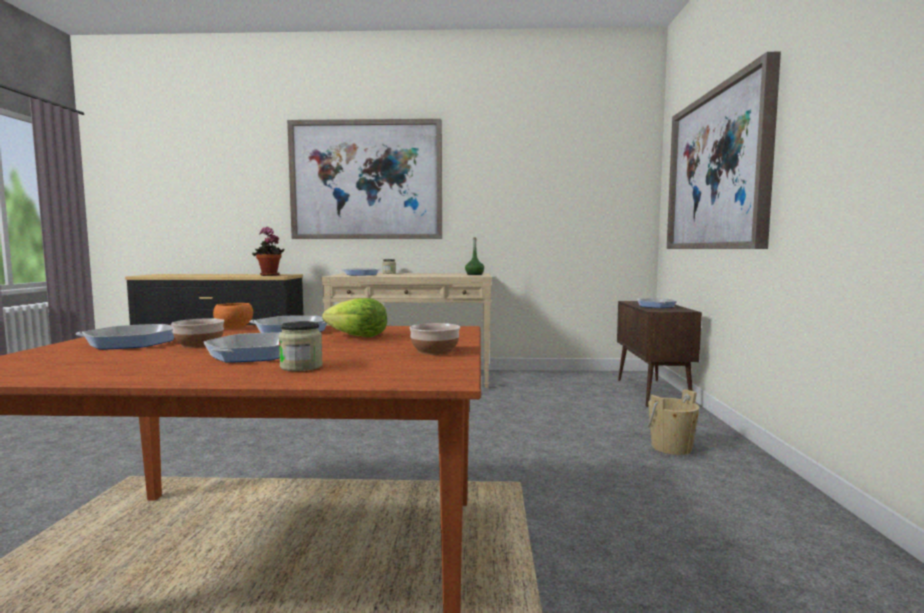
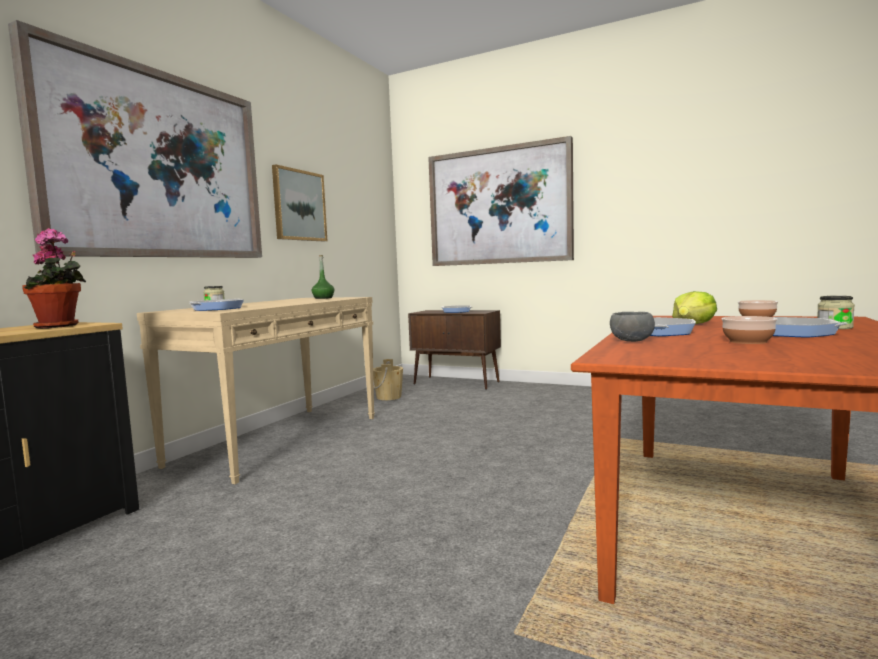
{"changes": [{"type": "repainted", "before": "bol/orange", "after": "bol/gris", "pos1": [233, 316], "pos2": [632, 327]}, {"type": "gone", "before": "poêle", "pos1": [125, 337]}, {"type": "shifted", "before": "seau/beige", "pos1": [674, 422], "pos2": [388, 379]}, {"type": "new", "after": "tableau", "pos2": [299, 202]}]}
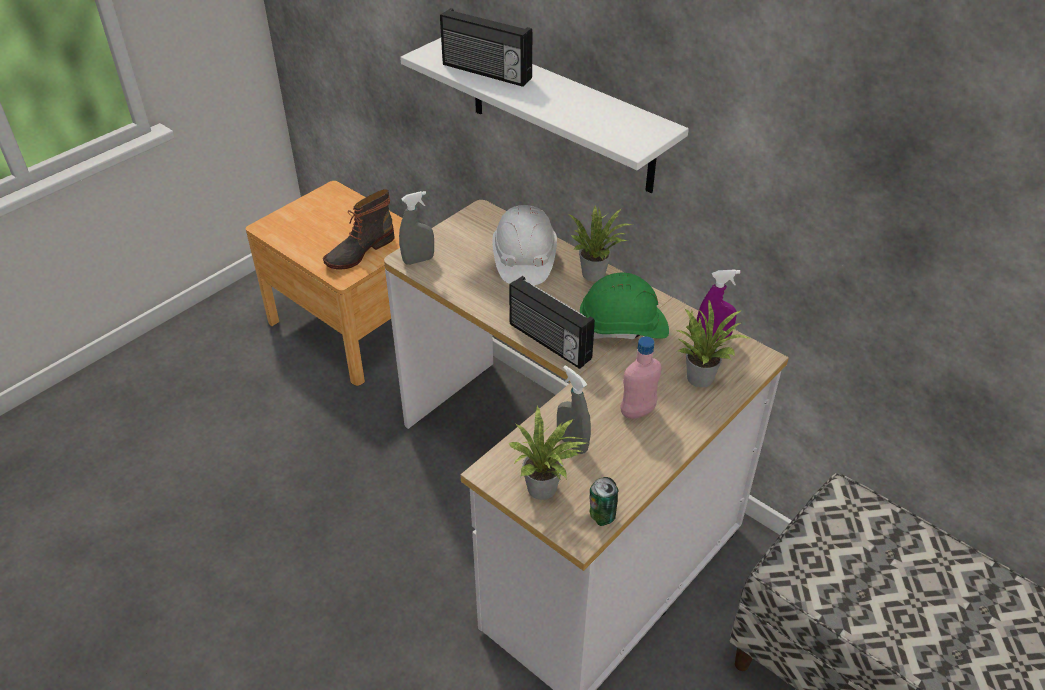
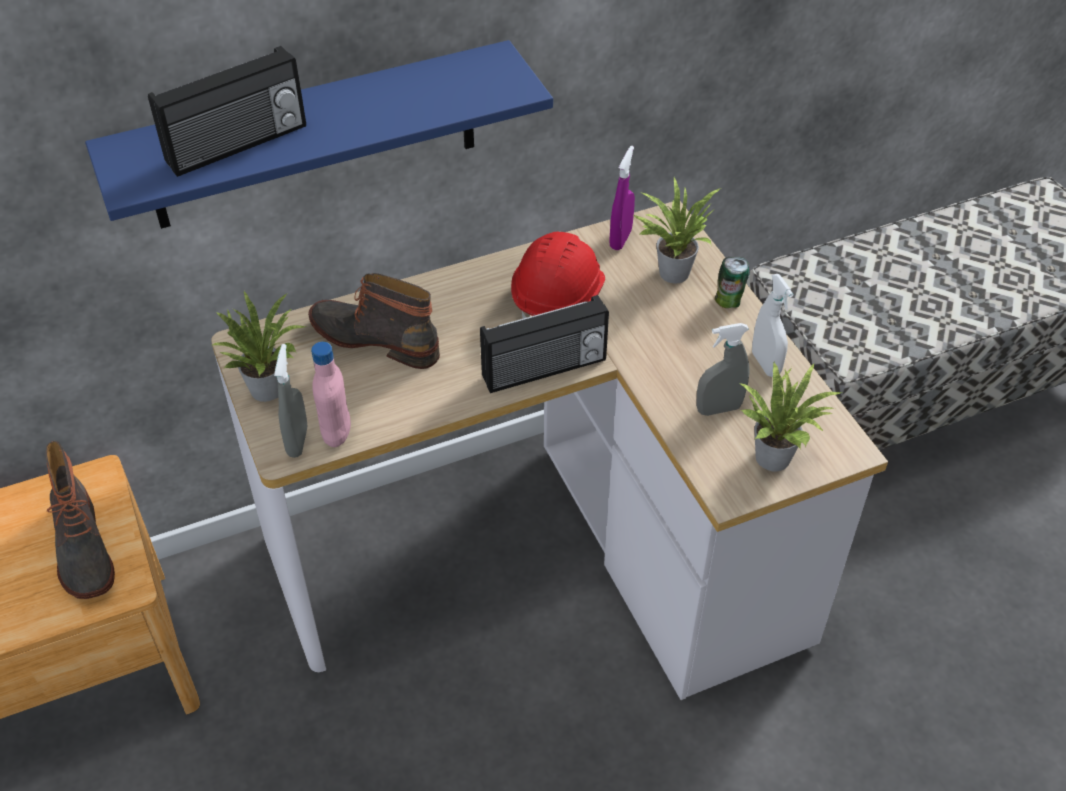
{"changes": [{"type": "repainted", "before": "étagère/blanc", "after": "étagère/bleu", "pos1": [544, 115], "pos2": [319, 134]}, {"type": "swapped", "before": "casque de chantier/blanc", "after": "botte", "pos1": [524, 245], "pos2": [374, 321]}, {"type": "shifted", "before": "plante en pot", "pos1": [600, 244], "pos2": [259, 347]}, {"type": "repainted", "before": "casque de chantier/vert", "after": "casque de chantier/rouge", "pos1": [624, 306], "pos2": [558, 275]}, {"type": "shifted", "before": "bouteille/rose", "pos1": [641, 377], "pos2": [331, 394]}, {"type": "shifted", "before": "boîte métallique", "pos1": [604, 501], "pos2": [732, 282]}, {"type": "new", "after": "vaporisateur/blanc", "pos2": [772, 325]}]}
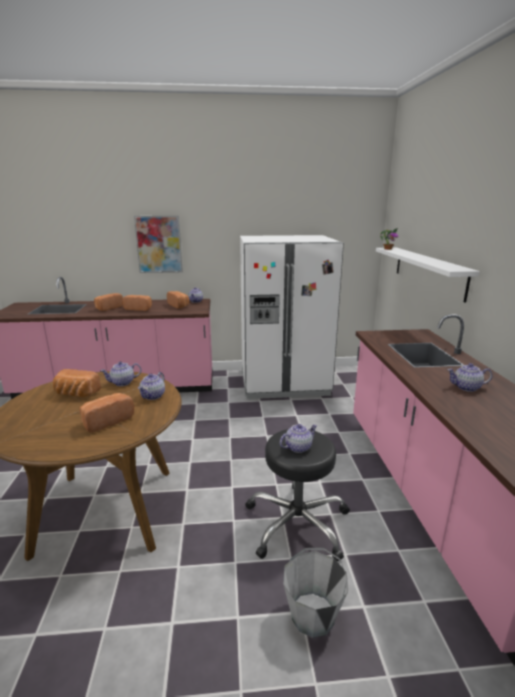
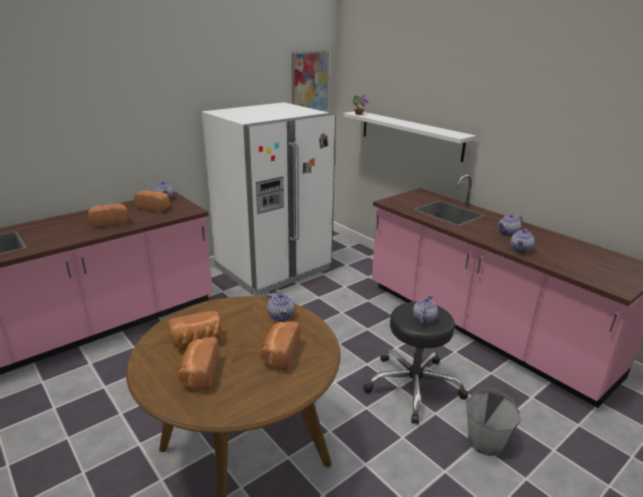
{"changes": [{"type": "shifted", "before": "tableau", "pos1": [158, 244], "pos2": [310, 81]}, {"type": "shifted", "before": "pain", "pos1": [108, 302], "pos2": [198, 364]}, {"type": "shifted", "before": "théière", "pos1": [121, 374], "pos2": [522, 241]}]}
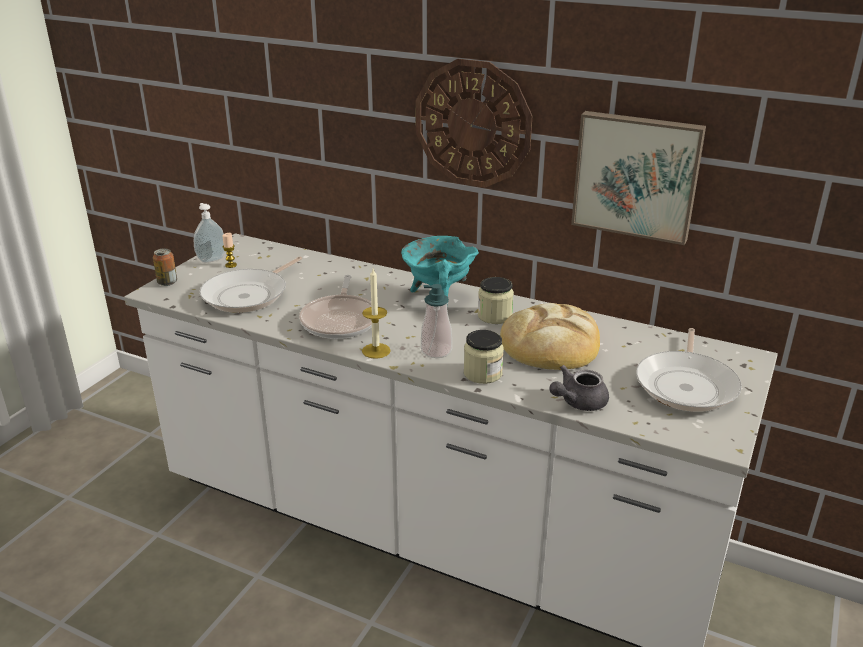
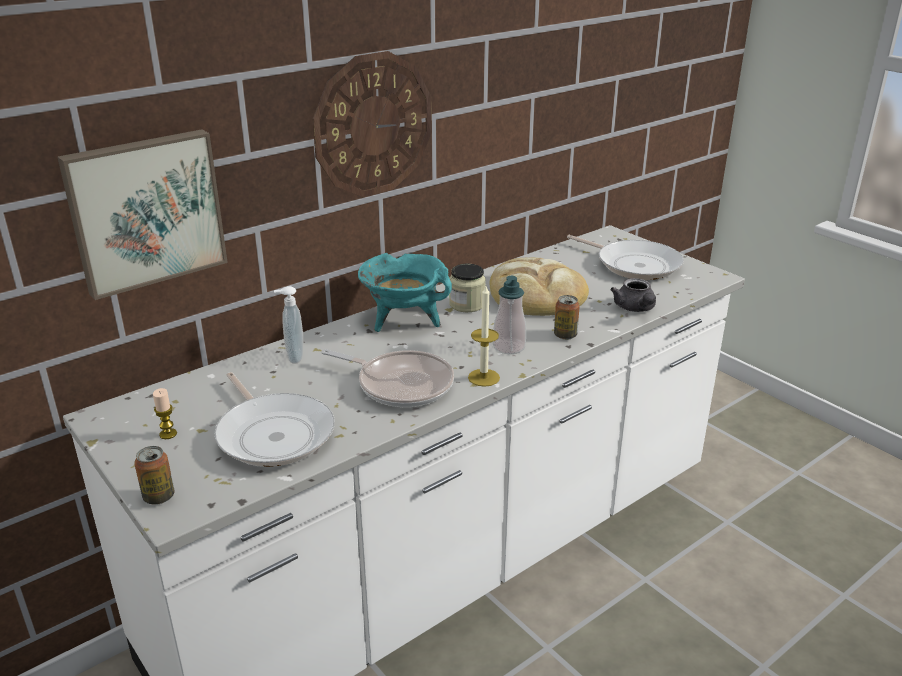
{"changes": [{"type": "shifted", "before": "tableau", "pos1": [638, 178], "pos2": [142, 214]}, {"type": "shifted", "before": "distributeur de savon", "pos1": [210, 233], "pos2": [288, 325]}, {"type": "swapped", "before": "bocal", "after": "boîte métallique", "pos1": [484, 357], "pos2": [567, 317]}]}
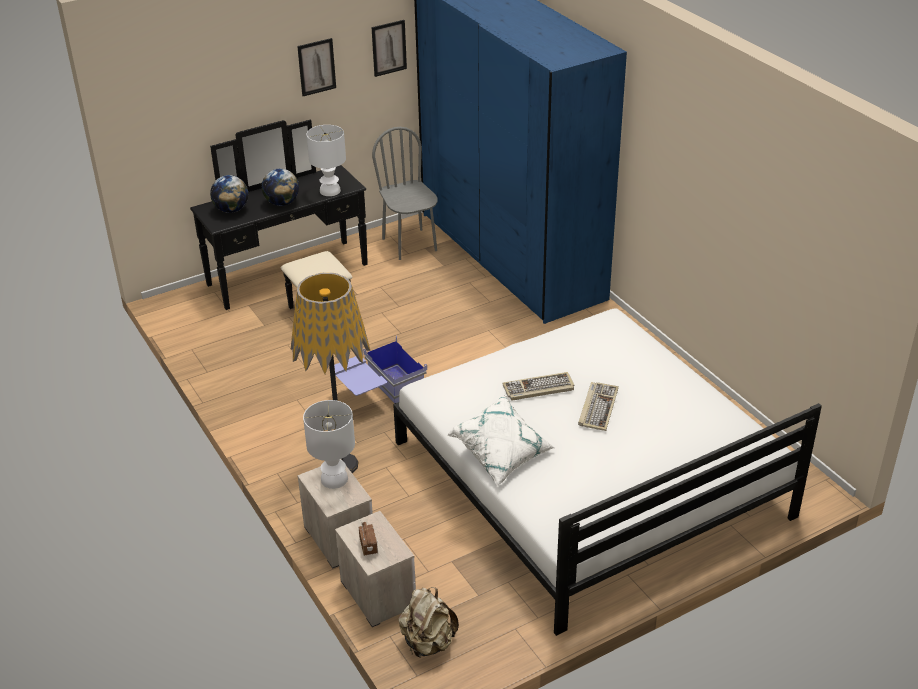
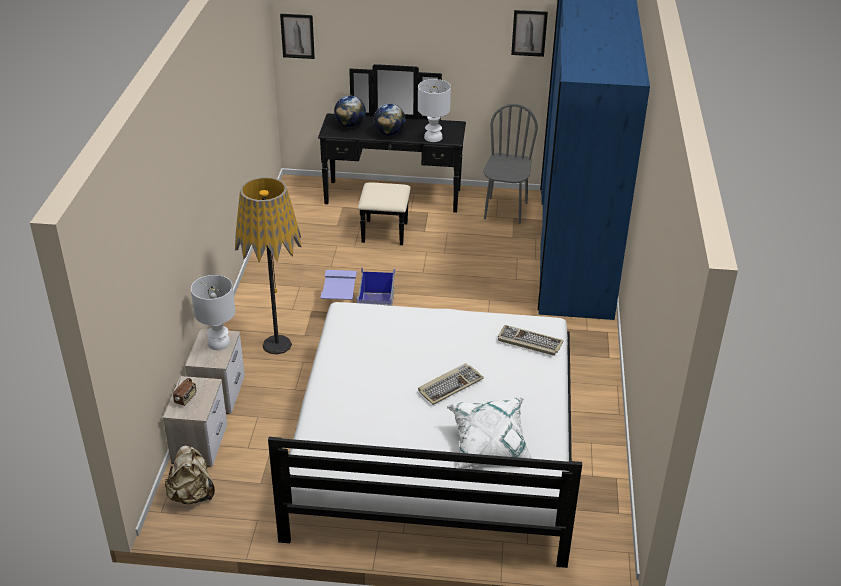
{"changes": [{"type": "shifted", "before": "tableau", "pos1": [316, 67], "pos2": [297, 36]}, {"type": "shifted", "before": "clavier", "pos1": [538, 386], "pos2": [531, 340]}, {"type": "shifted", "before": "coussin/blanc", "pos1": [500, 441], "pos2": [489, 433]}]}
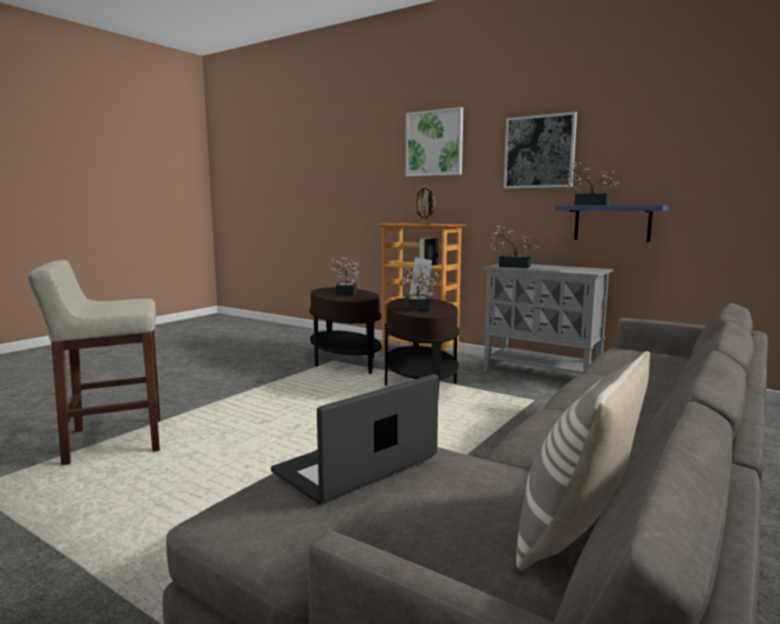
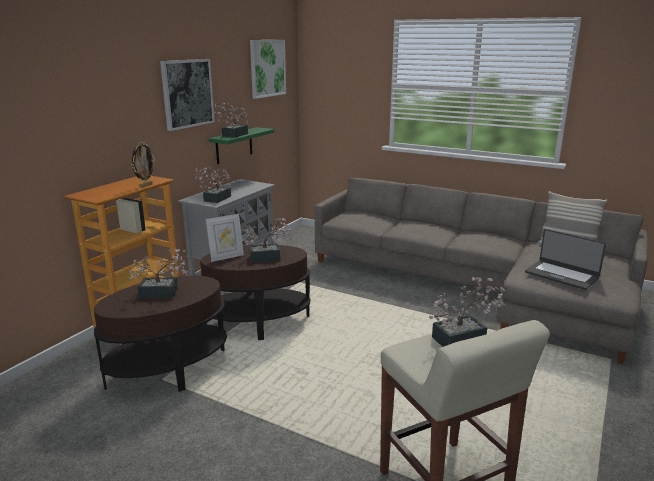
{"changes": [{"type": "shifted", "before": "tableau", "pos1": [434, 142], "pos2": [268, 69]}, {"type": "repainted", "before": "étagère/bleu", "after": "étagère/vert", "pos1": [611, 223], "pos2": [241, 145]}, {"type": "new", "after": "plante en pot", "pos2": [467, 312]}]}
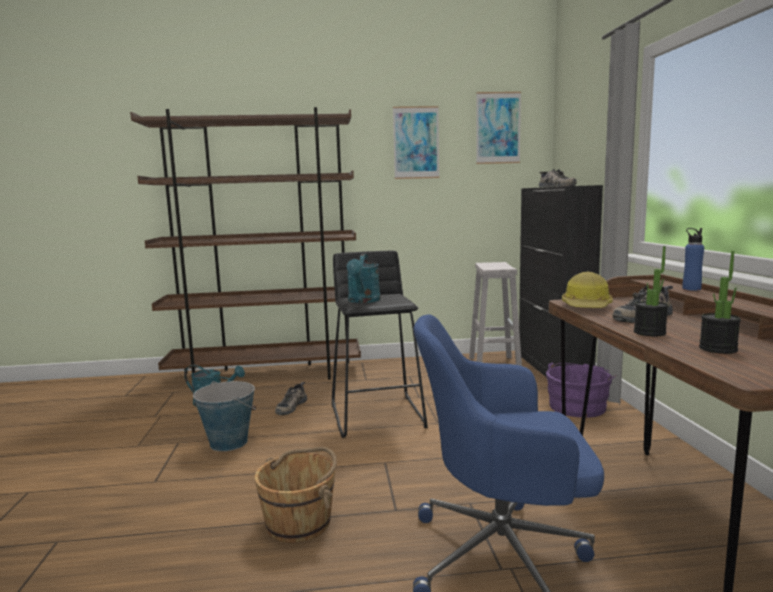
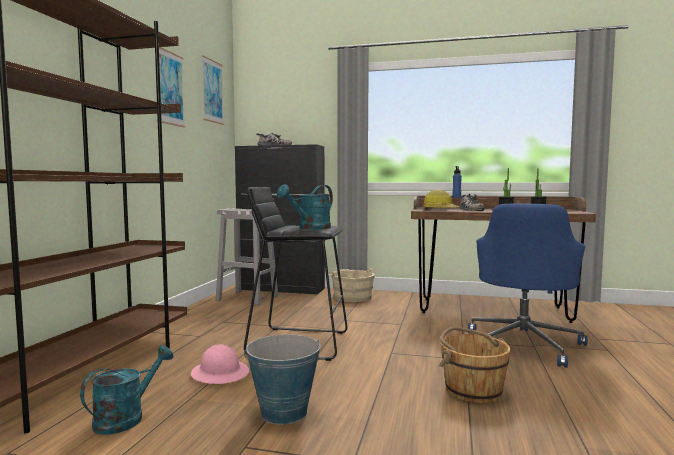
{"changes": [{"type": "rotated", "before": "arrosoir/turquoise", "pos1": [364, 278], "pos2": [305, 206], "turn": 105}, {"type": "repainted", "before": "seau/violet", "after": "seau/beige", "pos1": [581, 390], "pos2": [352, 285]}, {"type": "swapped", "before": "chaussure", "after": "casque de chantier/rose", "pos1": [291, 398], "pos2": [220, 364]}]}
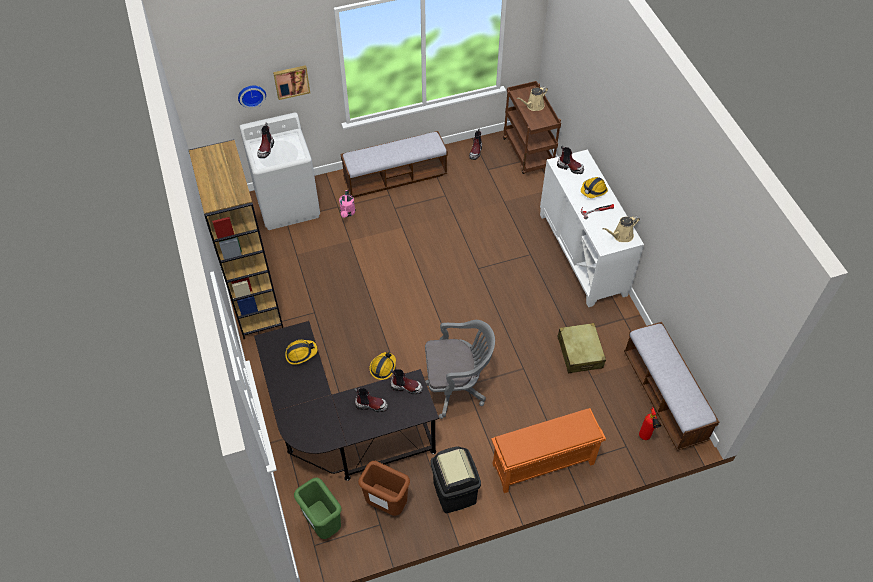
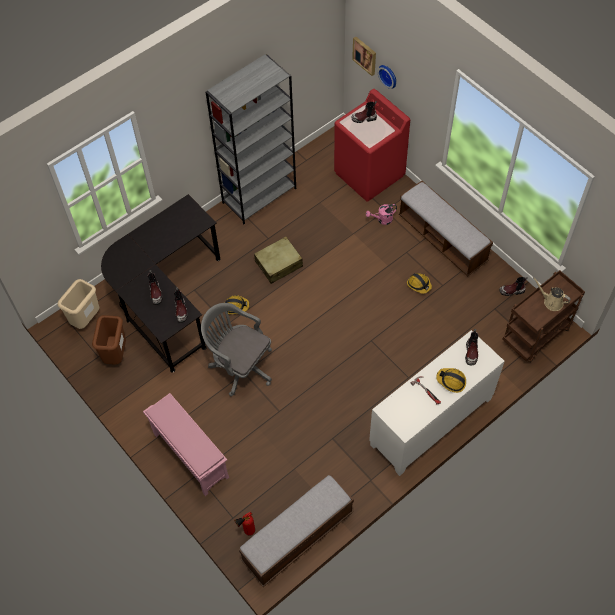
{"changes": [{"type": "shifted", "before": "tableau", "pos1": [291, 82], "pos2": [364, 56]}, {"type": "repainted", "before": "lave-linge/blanc", "after": "lave-linge/rouge", "pos1": [279, 171], "pos2": [372, 145]}, {"type": "repainted", "before": "bibliothèque/marron", "after": "bibliothèque/gris", "pos1": [236, 239], "pos2": [251, 139]}, {"type": "gone", "before": "arrosoir/beige", "pos1": [621, 229]}, {"type": "rotated", "before": "chaise de bureau/gris", "pos1": [460, 369], "pos2": [236, 349], "turn": 150}, {"type": "shifted", "before": "valise/beige", "pos1": [581, 348], "pos2": [278, 260]}, {"type": "shifted", "before": "casque de chantier", "pos1": [301, 352], "pos2": [419, 283]}, {"type": "repainted", "before": "étagère à chaussures/orange", "after": "étagère à chaussures/rose", "pos1": [548, 450], "pos2": [186, 444]}, {"type": "gone", "before": "poubelle/noir", "pos1": [455, 479]}, {"type": "repainted", "before": "poubelle/vert", "after": "poubelle/beige", "pos1": [317, 508], "pos2": [78, 304]}]}
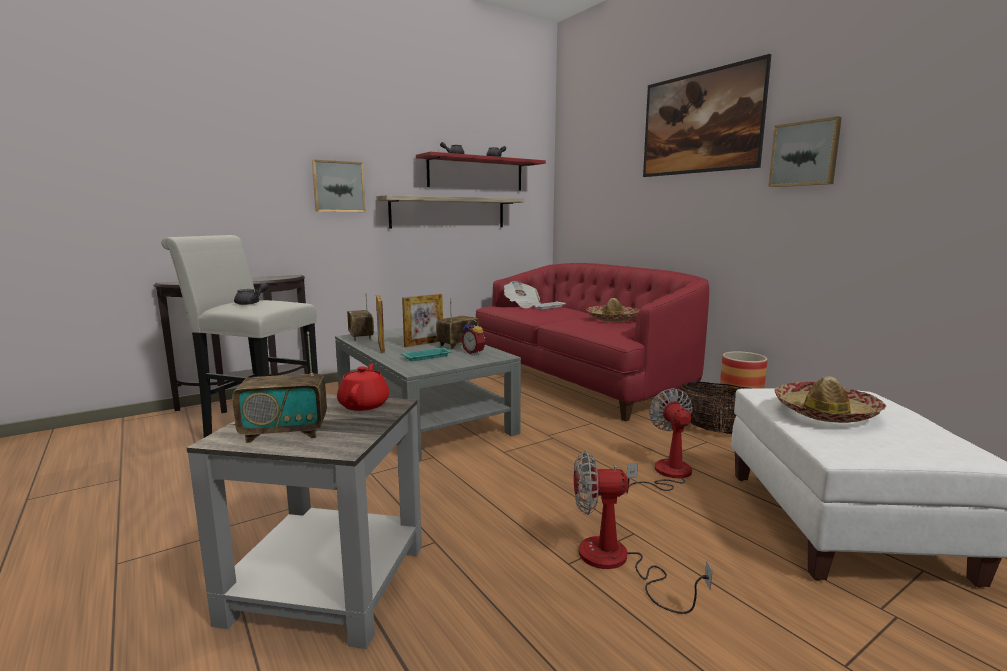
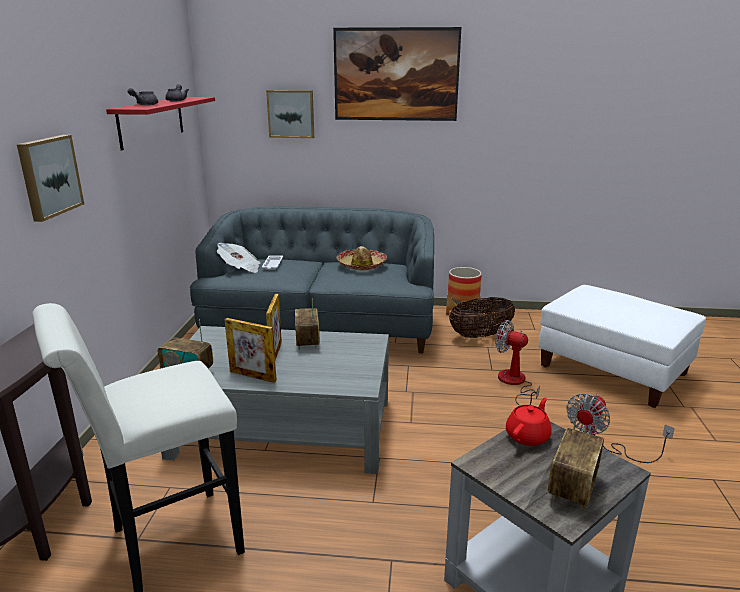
{"changes": [{"type": "shifted", "before": "tableau", "pos1": [805, 151], "pos2": [290, 114]}, {"type": "gone", "before": "étagère", "pos1": [450, 211]}, {"type": "repainted", "before": "canapé/rouge", "after": "canapé/gris", "pos1": [592, 342], "pos2": [312, 279]}, {"type": "gone", "before": "théière/gris", "pos1": [251, 294]}, {"type": "gone", "before": "réveil", "pos1": [473, 337]}, {"type": "gone", "before": "plateau/turquoise", "pos1": [426, 354]}, {"type": "rotated", "before": "théière/rouge", "pos1": [363, 387], "pos2": [529, 421], "turn": 90}, {"type": "gone", "before": "chapeau", "pos1": [830, 399]}]}
